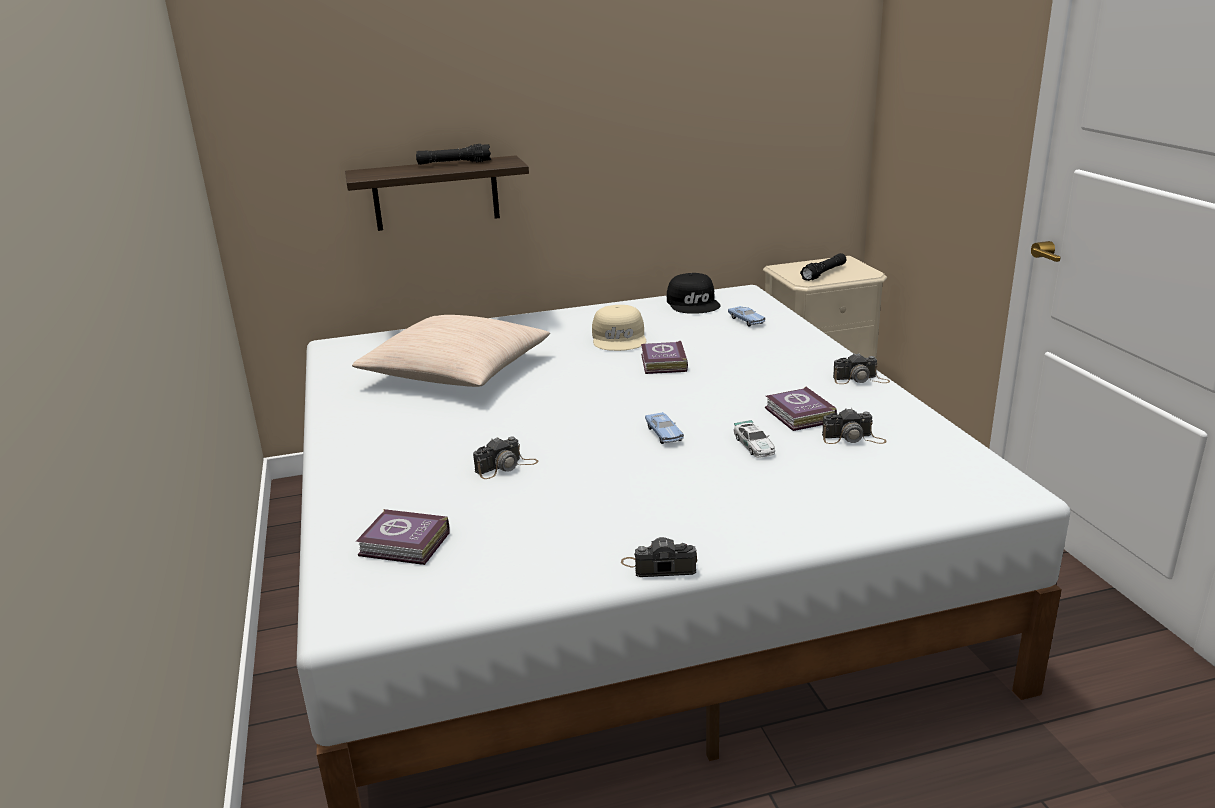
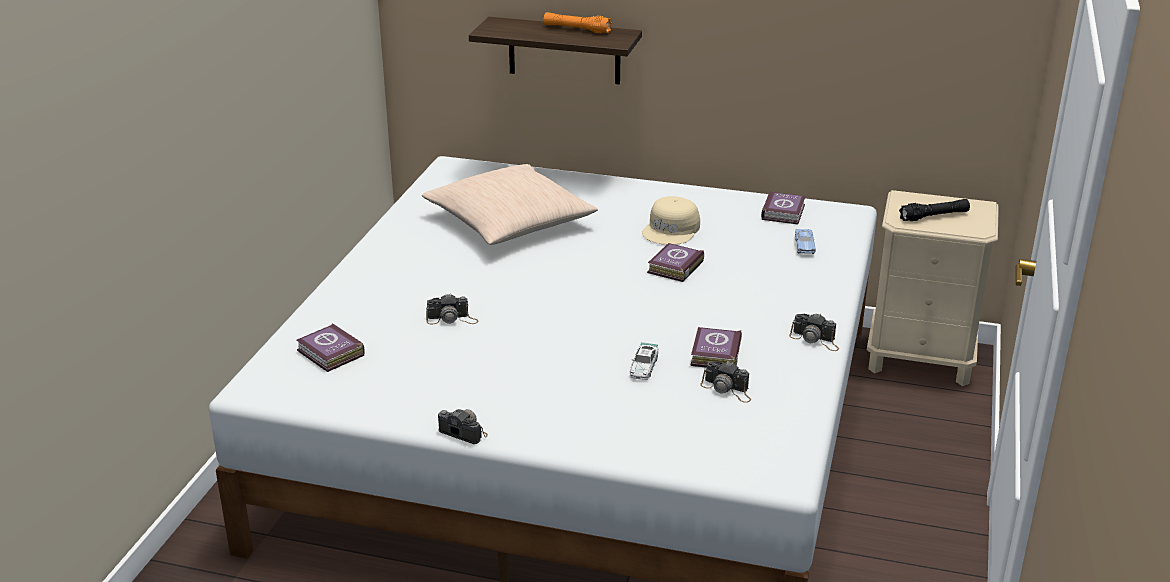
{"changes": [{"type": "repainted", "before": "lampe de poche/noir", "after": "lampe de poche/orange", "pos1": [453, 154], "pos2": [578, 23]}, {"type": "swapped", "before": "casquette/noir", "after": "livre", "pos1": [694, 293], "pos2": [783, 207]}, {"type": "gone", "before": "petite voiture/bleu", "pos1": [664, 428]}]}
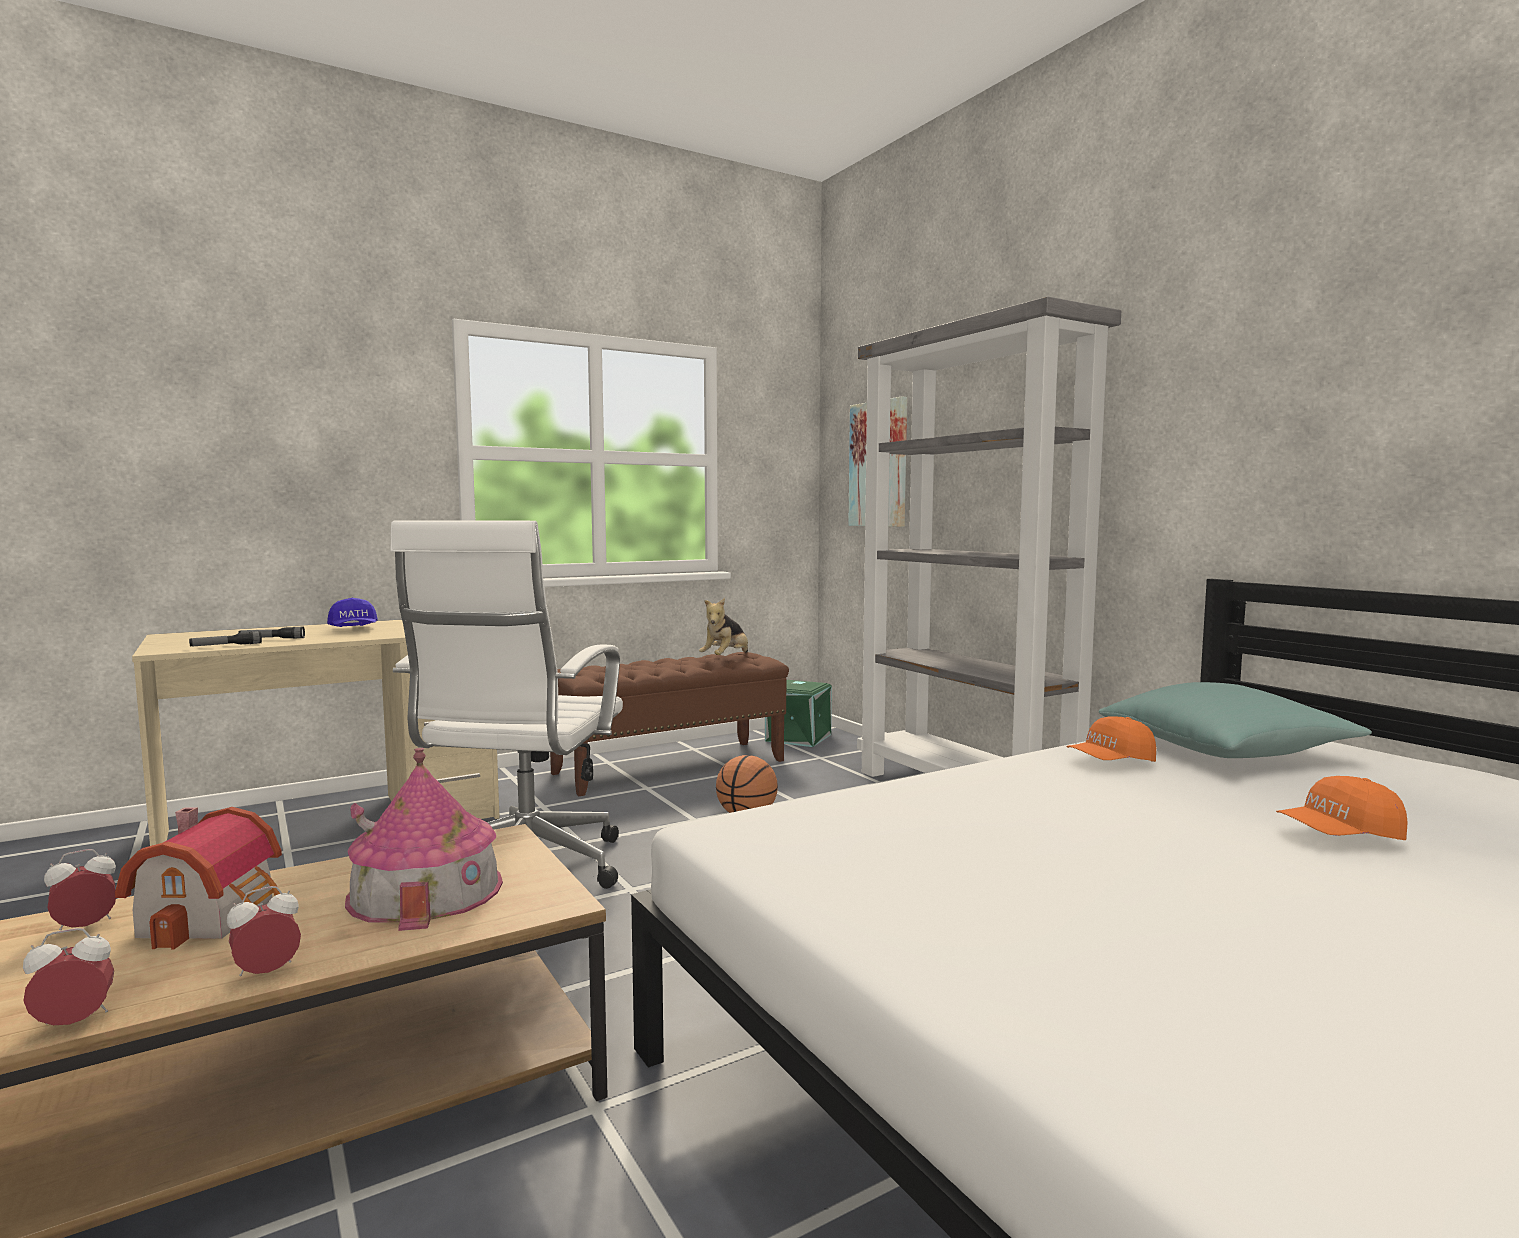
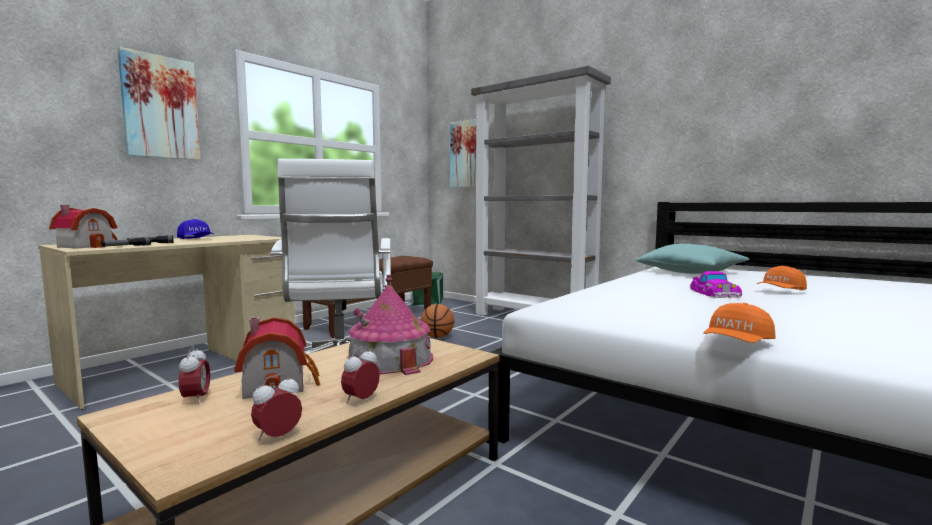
{"changes": [{"type": "gone", "before": "peluche", "pos1": [723, 626]}, {"type": "shifted", "before": "casquette/orange", "pos1": [1111, 739], "pos2": [739, 323]}, {"type": "rotated", "before": "réveil", "pos1": [80, 889], "pos2": [194, 375], "turn": 135}, {"type": "new", "after": "tableau", "pos2": [159, 103]}, {"type": "new", "after": "maison miniature", "pos2": [83, 227]}, {"type": "new", "after": "petite voiture", "pos2": [716, 284]}]}
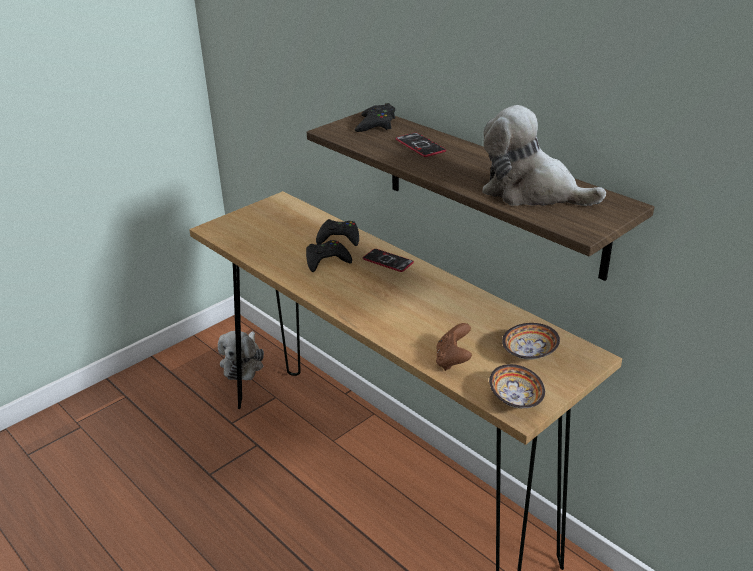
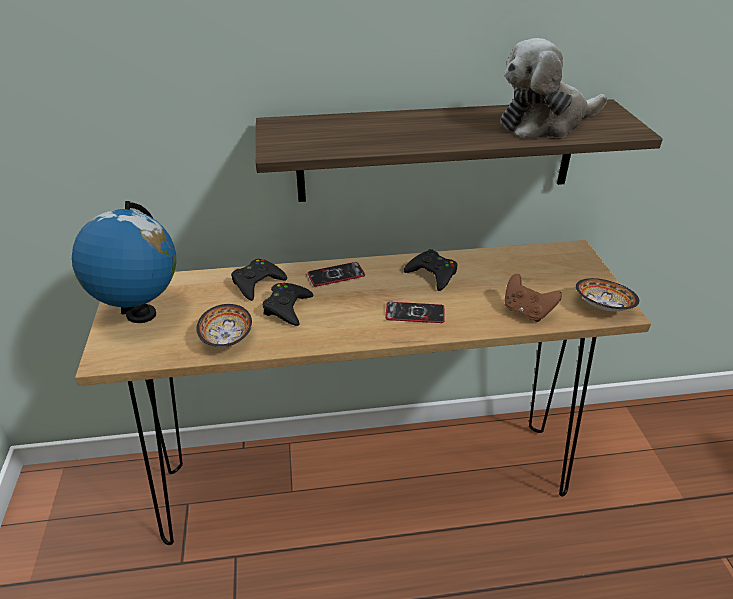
{"changes": [{"type": "shifted", "before": "manette/noir", "pos1": [375, 117], "pos2": [431, 270]}, {"type": "shifted", "before": "téléphone", "pos1": [420, 145], "pos2": [415, 312]}, {"type": "shifted", "before": "bol", "pos1": [531, 341], "pos2": [224, 325]}, {"type": "gone", "before": "peluche", "pos1": [241, 355]}, {"type": "new", "after": "globe", "pos2": [124, 262]}]}
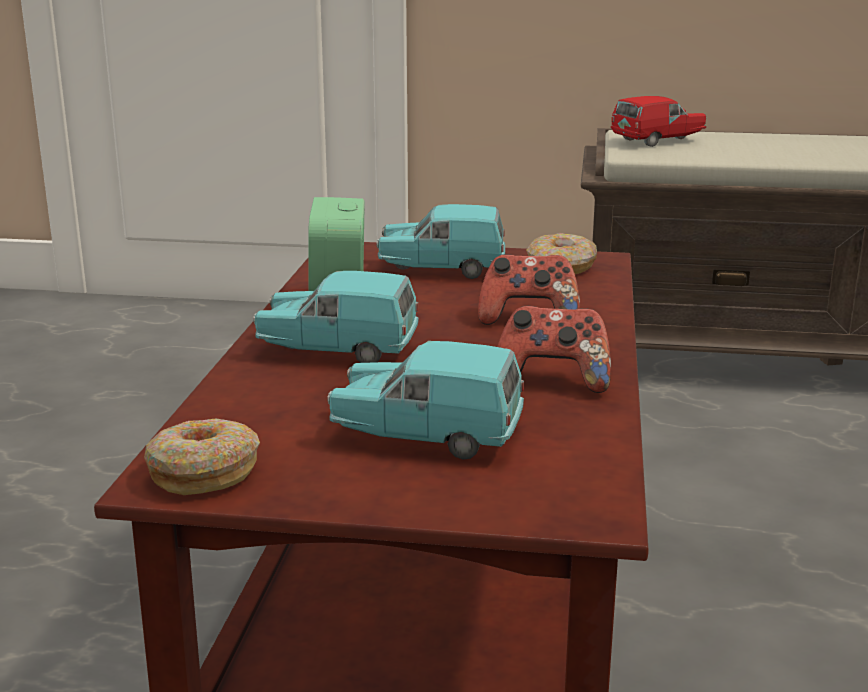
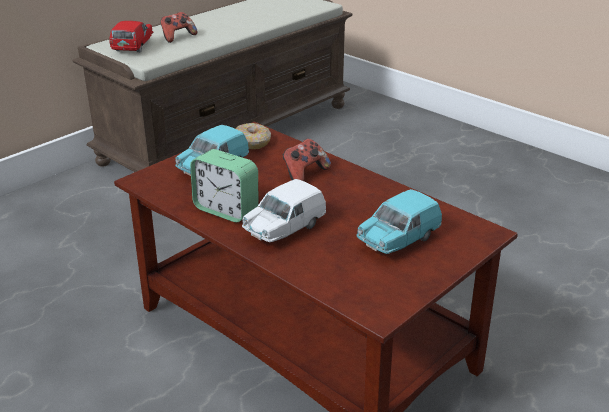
{"changes": [{"type": "repainted", "before": "petite voiture/turquoise", "after": "petite voiture/blanc", "pos1": [336, 317], "pos2": [284, 210]}, {"type": "shifted", "before": "manette", "pos1": [554, 349], "pos2": [179, 27]}, {"type": "gone", "before": "beignet", "pos1": [202, 456]}]}
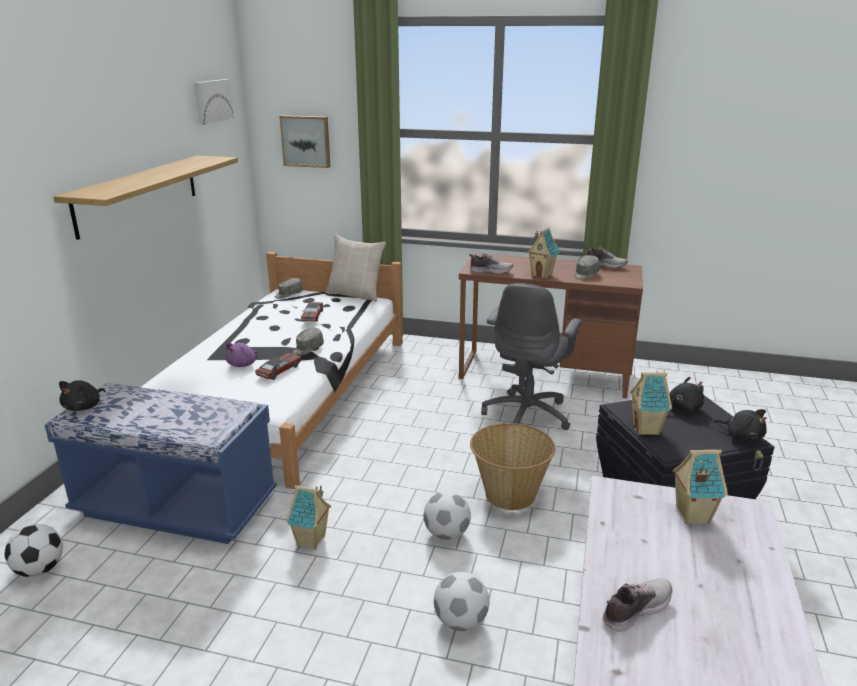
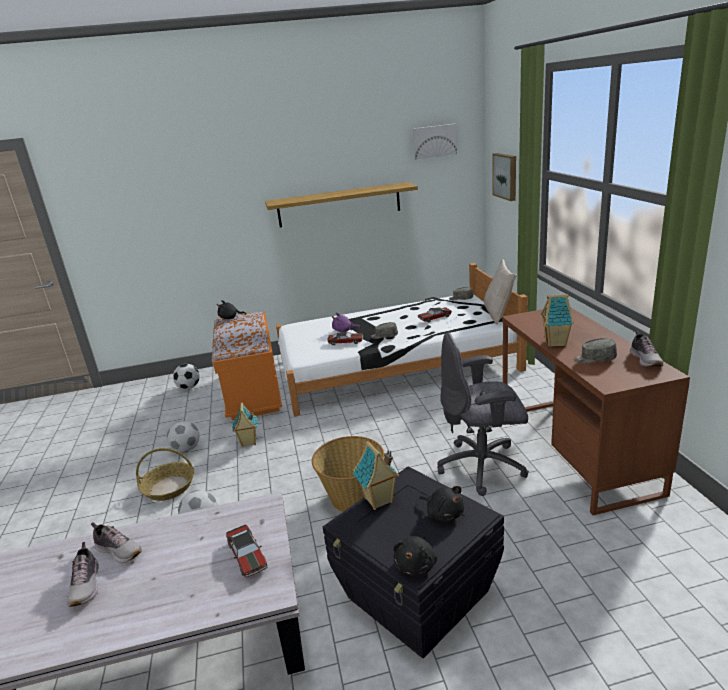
{"changes": [{"type": "shifted", "before": "chaussure", "pos1": [491, 263], "pos2": [83, 574]}, {"type": "repainted", "before": "banc/bleu", "after": "banc/orange", "pos1": [161, 463], "pos2": [247, 366]}, {"type": "swapped", "before": "maison miniature", "after": "petite voiture", "pos1": [700, 487], "pos2": [247, 550]}, {"type": "shifted", "before": "ballon de foot", "pos1": [447, 515], "pos2": [183, 436]}, {"type": "new", "after": "panier", "pos2": [165, 474]}]}
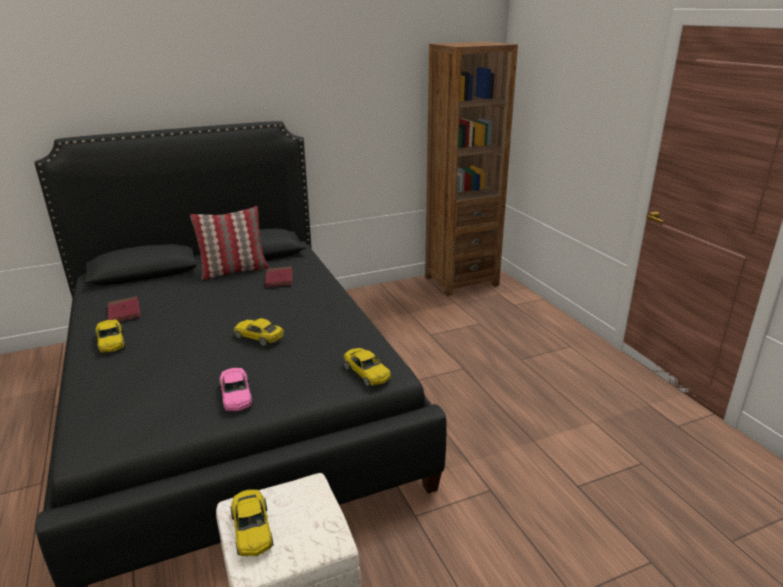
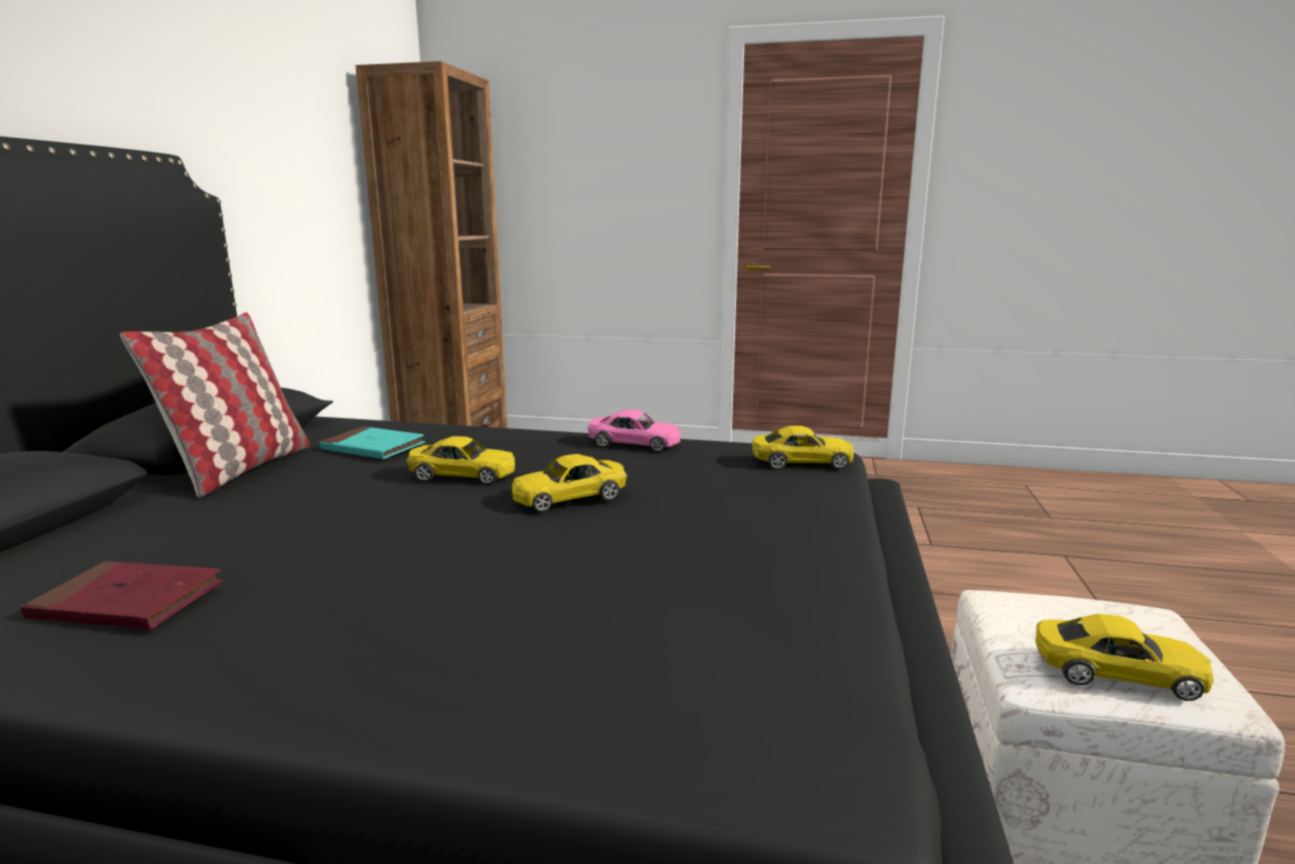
{"changes": [{"type": "repainted", "before": "livre/rouge", "after": "livre/turquoise", "pos1": [279, 276], "pos2": [372, 442]}, {"type": "shifted", "before": "petite voiture/jaune", "pos1": [110, 336], "pos2": [460, 460]}, {"type": "shifted", "before": "petite voiture/rose", "pos1": [236, 389], "pos2": [634, 431]}]}
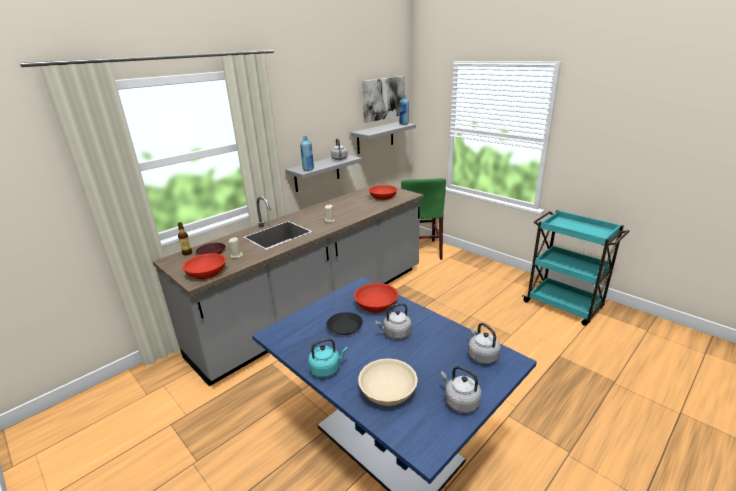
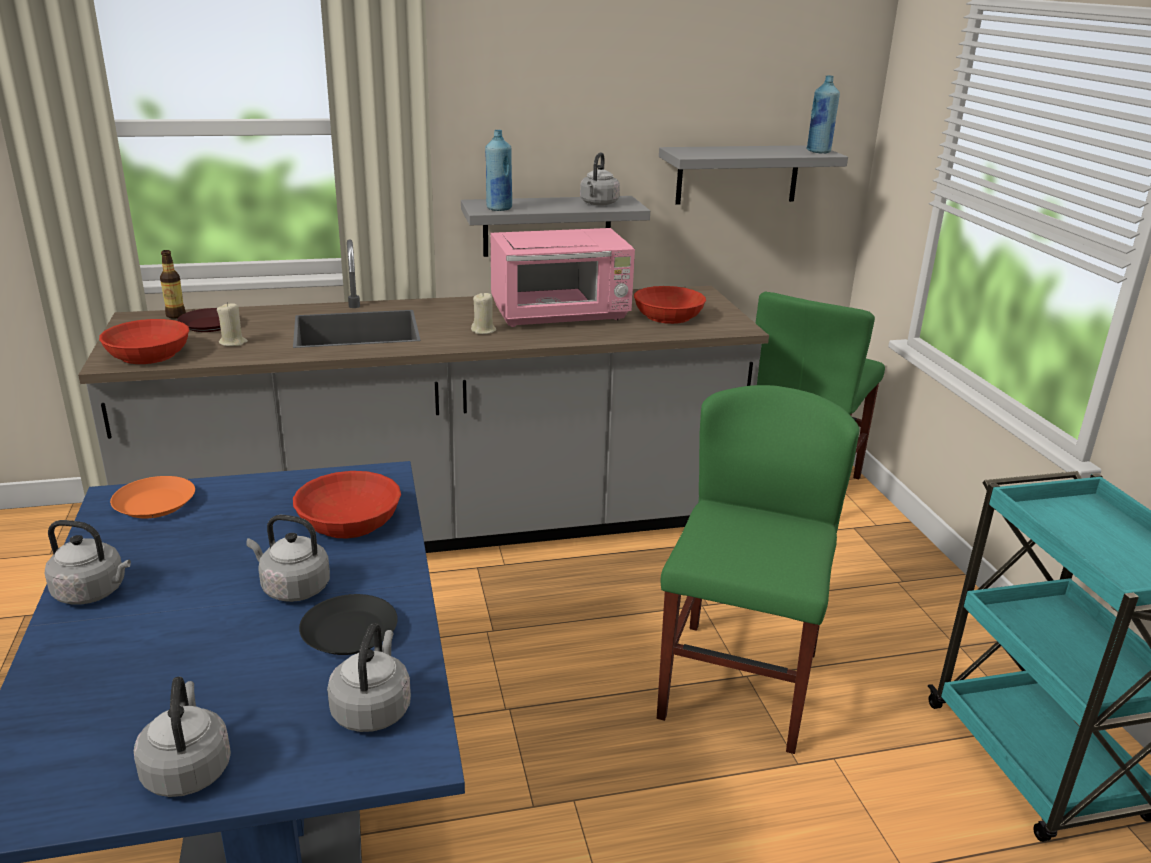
{"changes": [{"type": "gone", "before": "tableau", "pos1": [383, 99]}, {"type": "shifted", "before": "assiette/noir", "pos1": [344, 323], "pos2": [348, 624]}, {"type": "repainted", "before": "bouilloire/turquoise", "after": "bouilloire/gris", "pos1": [328, 357], "pos2": [88, 562]}, {"type": "gone", "before": "bol/beige", "pos1": [388, 382]}, {"type": "new", "after": "micro-ondes/rose", "pos2": [563, 277]}, {"type": "new", "after": "chaise/vert", "pos2": [758, 569]}, {"type": "new", "after": "assiette/orange", "pos2": [152, 497]}]}
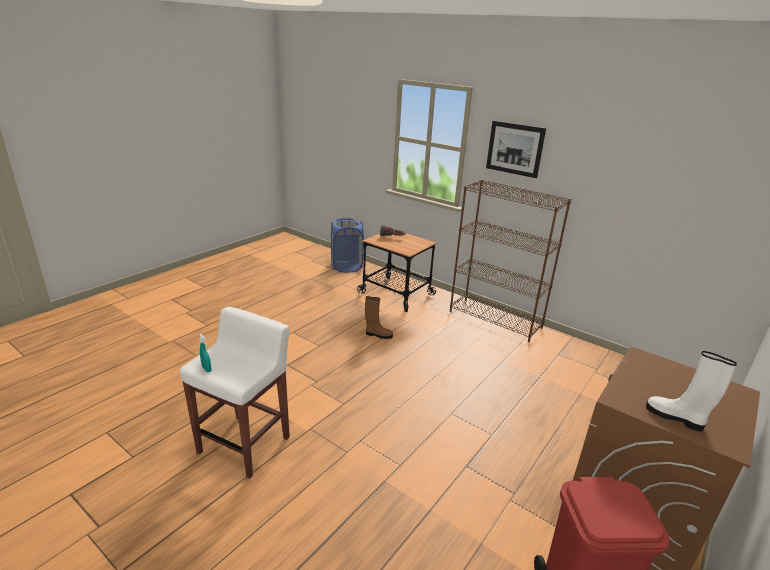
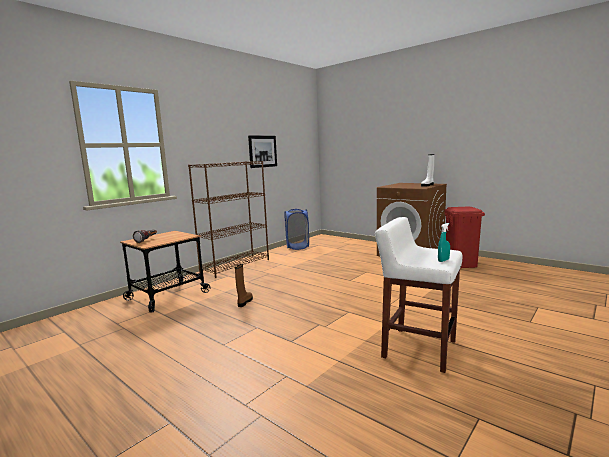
{"changes": [{"type": "shifted", "before": "tableau", "pos1": [516, 149], "pos2": [262, 151]}, {"type": "shifted", "before": "panier à linge/bleu", "pos1": [347, 245], "pos2": [296, 229]}]}
